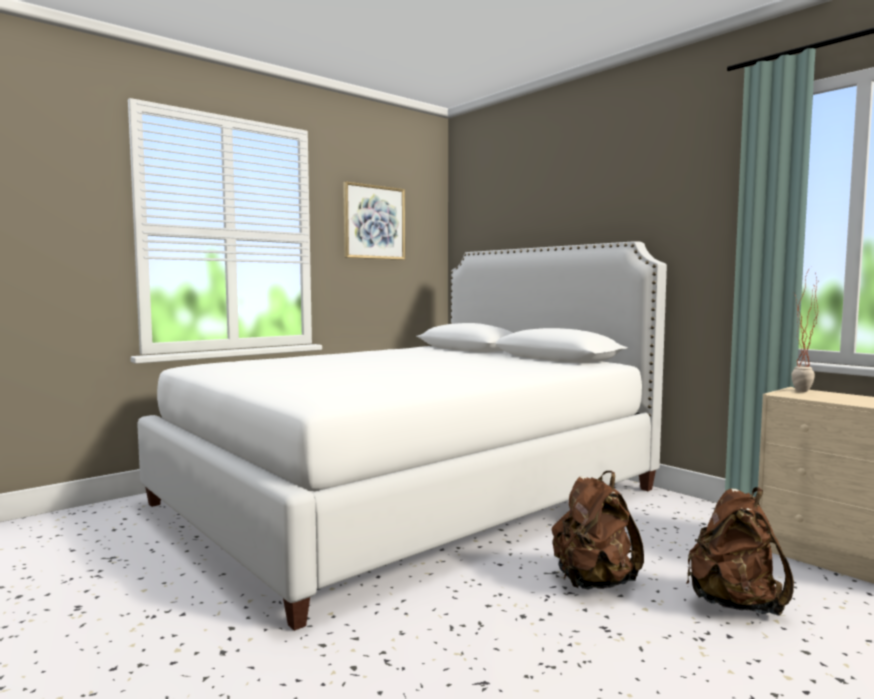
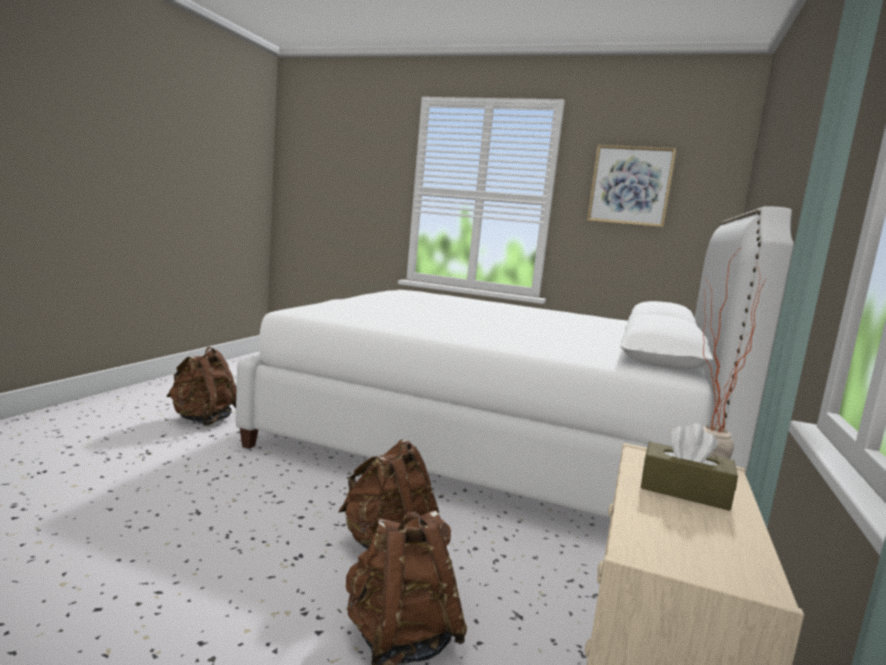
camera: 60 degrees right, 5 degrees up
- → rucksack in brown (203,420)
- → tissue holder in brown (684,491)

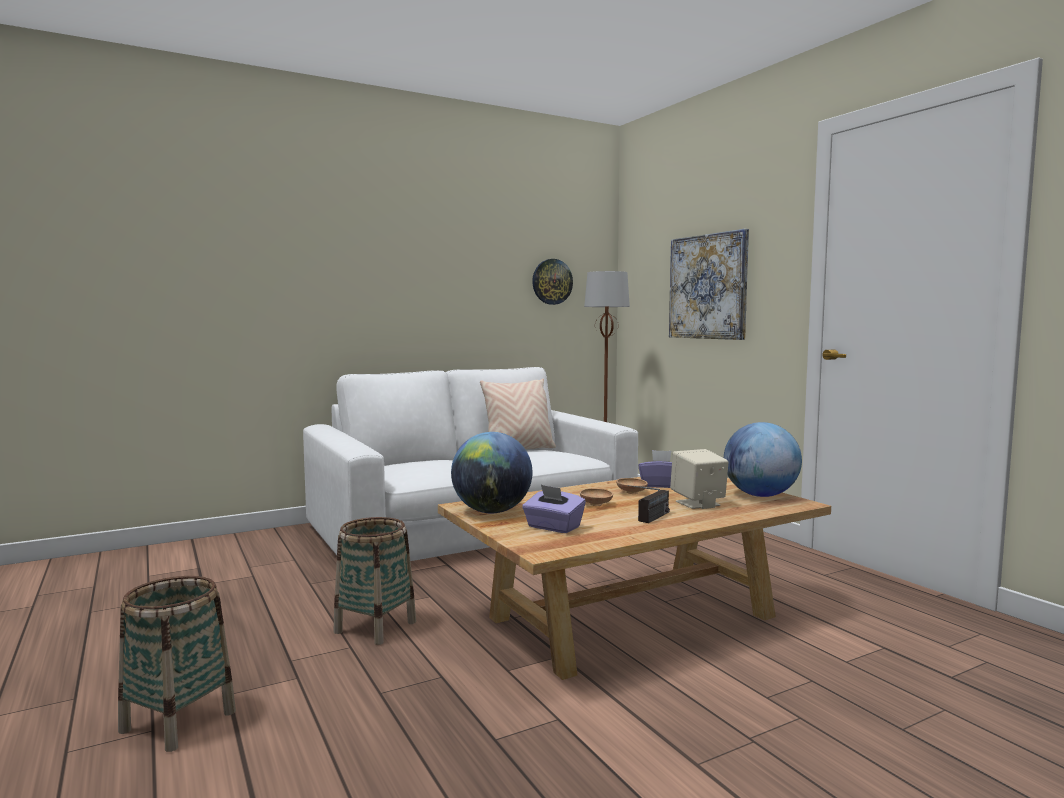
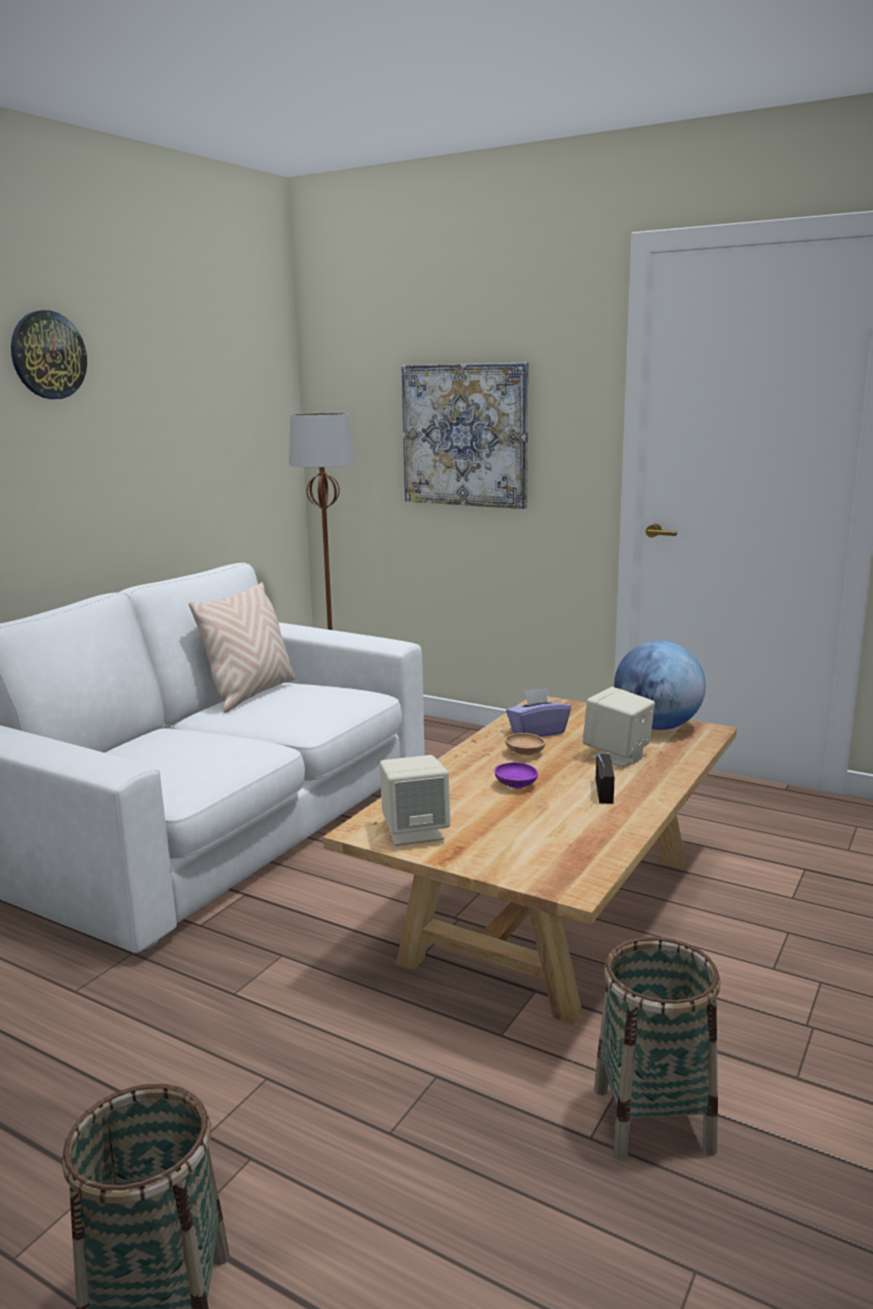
camera: 30 degrees left, 10 degrees up
tissue holder in purplish (553,527) → -
storage basket (375,627) → storage basket (652,1119), shifted
hanging clock (552,281) → hanging clock (48,355), shifted
world globe (492,511) → audio speaker in beige (415,832)
serving bowl in brown (596,504) → serving bowl in purplish (516,785)

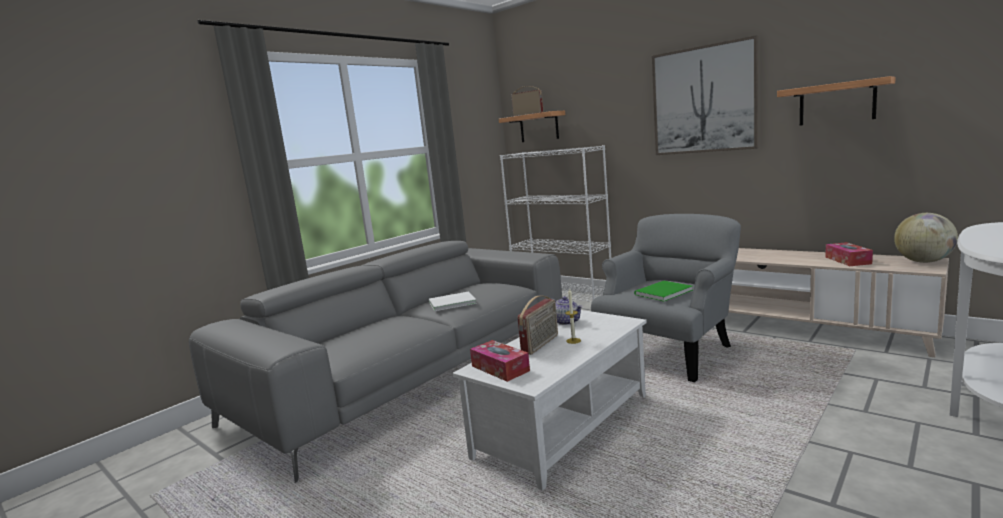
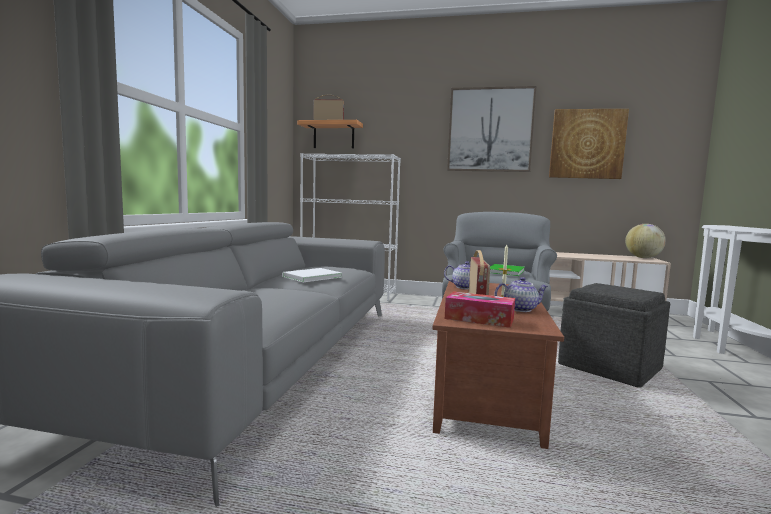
camera: 30 degrees left, 5 degrees down
tissue holder (847,260) → -
- → tea pot (520,309)
- → pouffe in greyish (610,367)
shelf (836,103) → wall picture (587,144)
low table in whitish (562,425) → low table in brown (484,388)

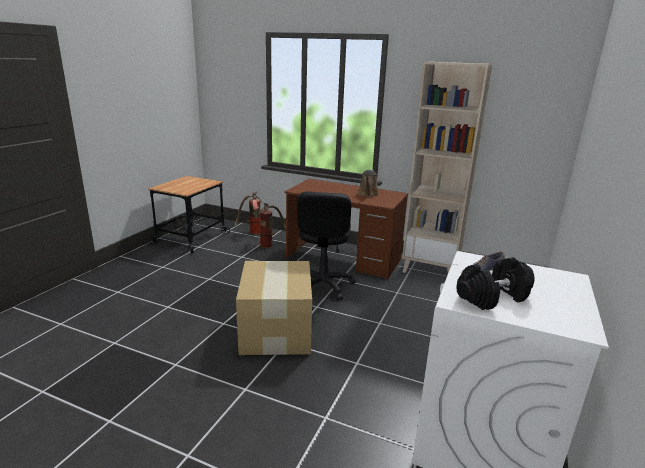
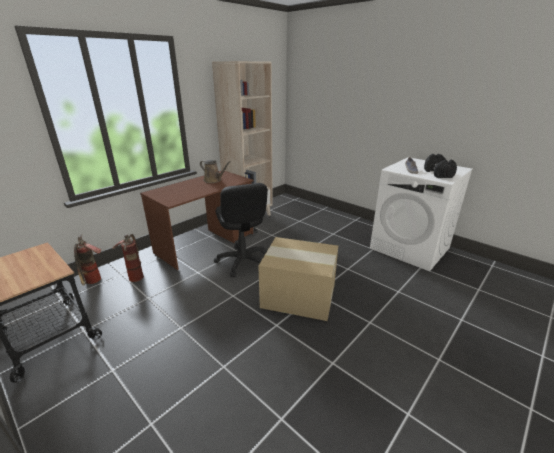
camera: 70 degrees left, 5 degrees up
office chair in black (322,285) → office chair in black (242,261), 45 degrees clockwise

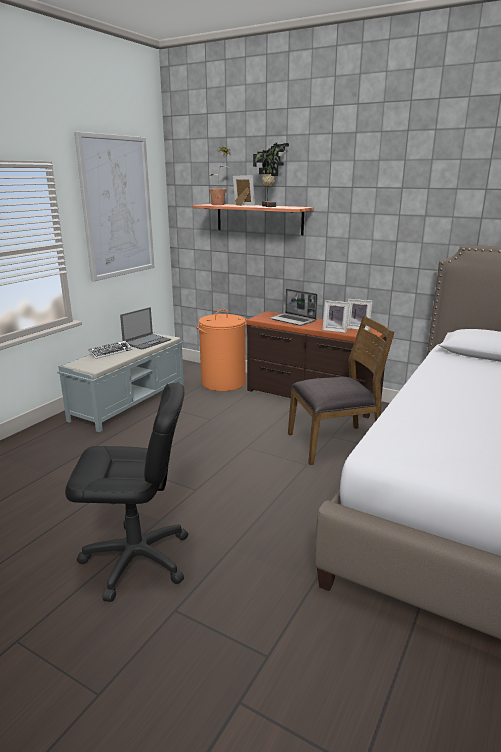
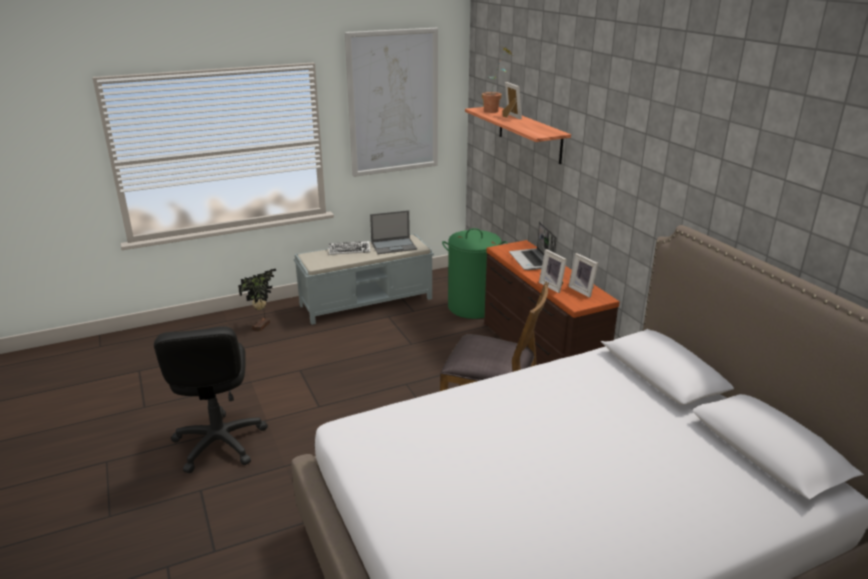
camera: 35 degrees right, 5 degrees up
houseplant (270,206) → houseplant (262,326), shifted
washing basket in orangey (223,382) → washing basket in green-coloured (473,307)
office chair in black (137,560) → office chair in black (219,443), 45 degrees clockwise

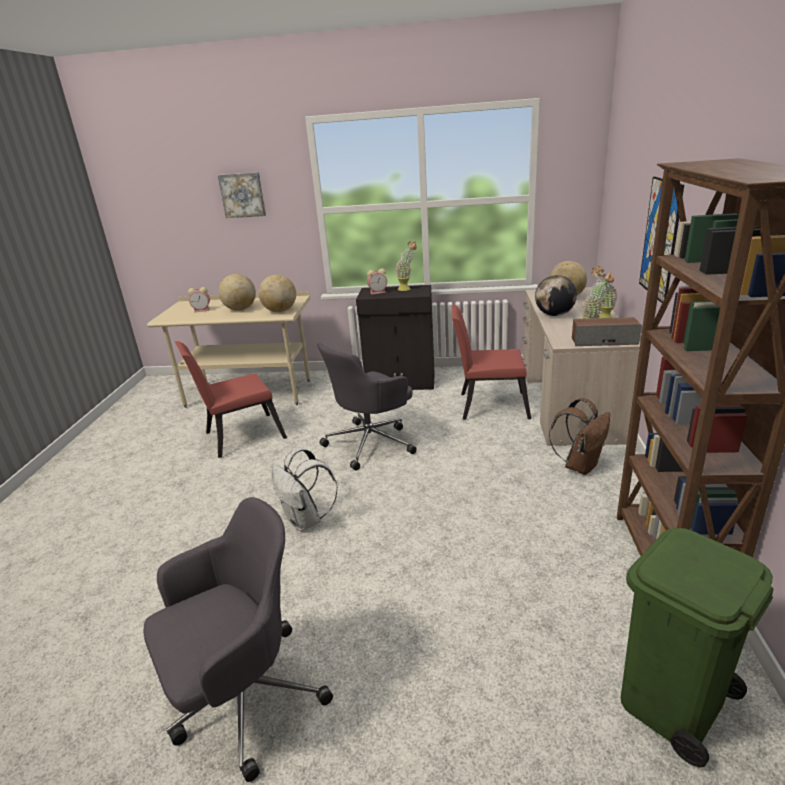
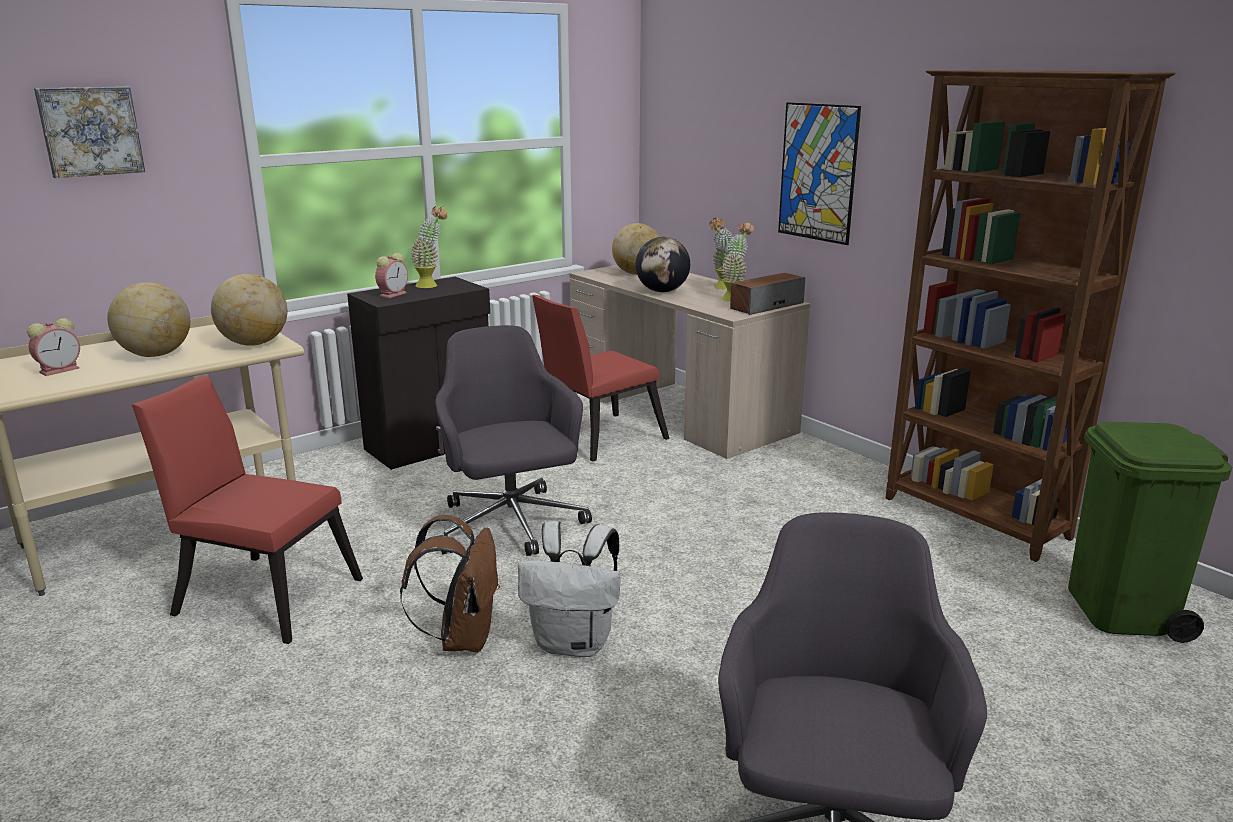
camera: 45 degrees left, 5 degrees down
rucksack in brown (580,465) → rucksack in brown (463,638), shifted
chair in reddish (239,436) → chair in reddish (262,594), 90 degrees clockwise
office chair in greyish (371,443) → office chair in greyish (511,526), 150 degrees clockwise

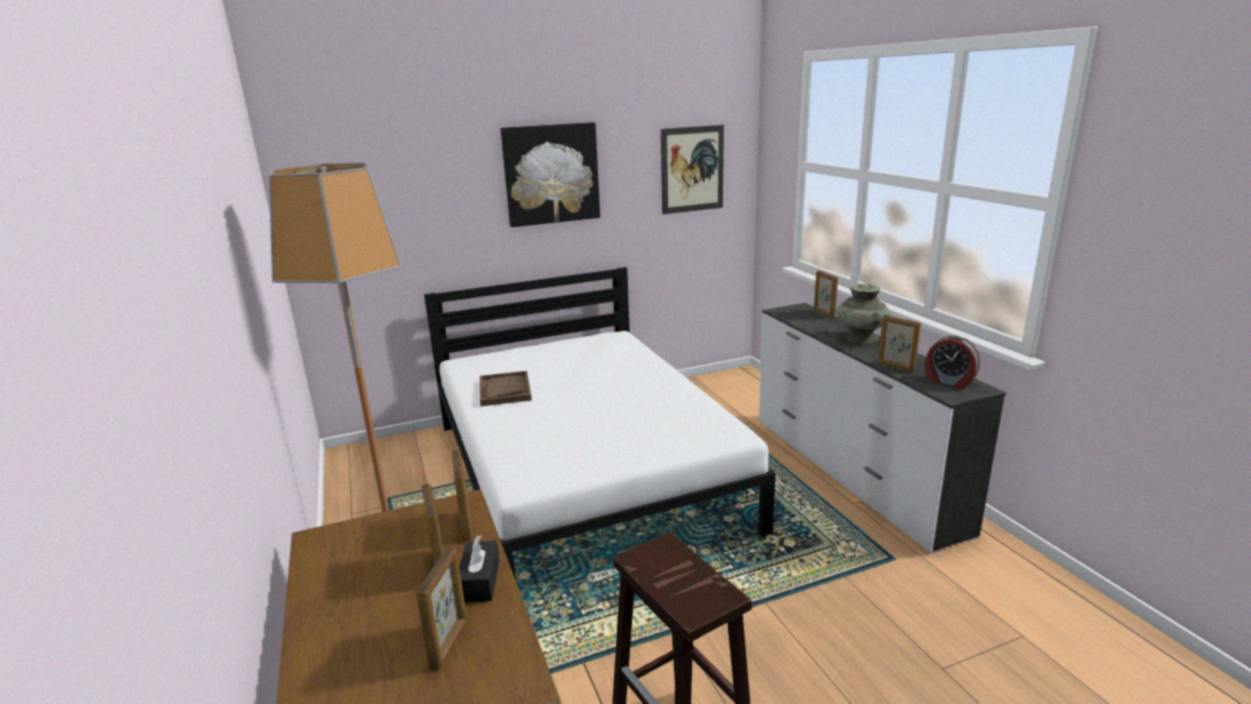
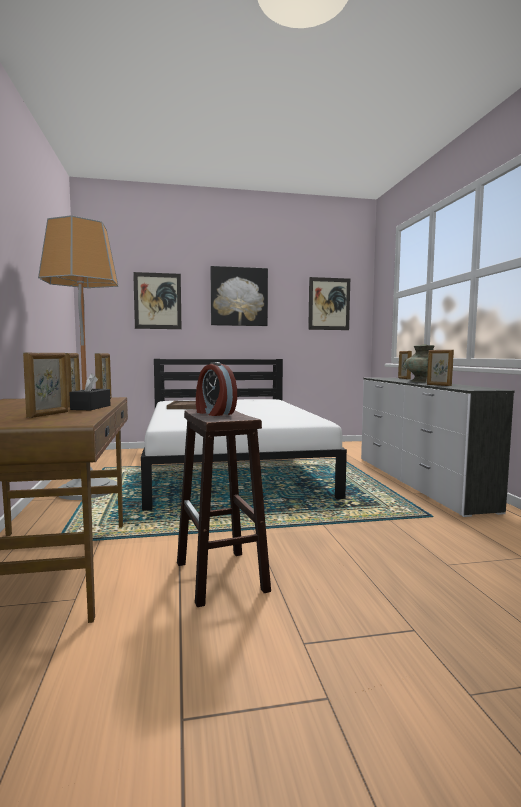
camera: 10 degrees right, 15 degrees down
- → wall picture (157,301)
bedside clock (948,382) → bedside clock (214,413), shifted

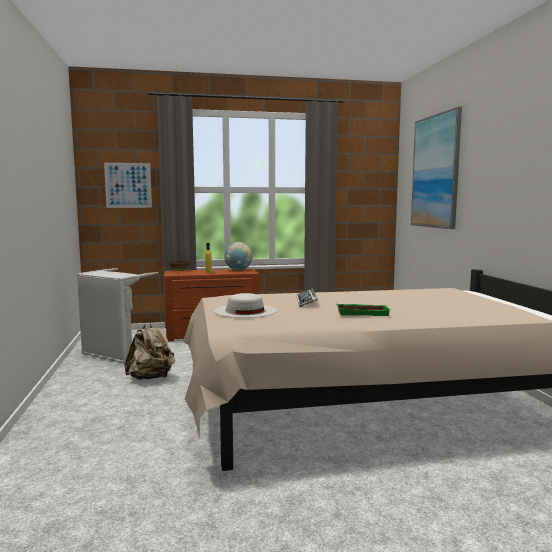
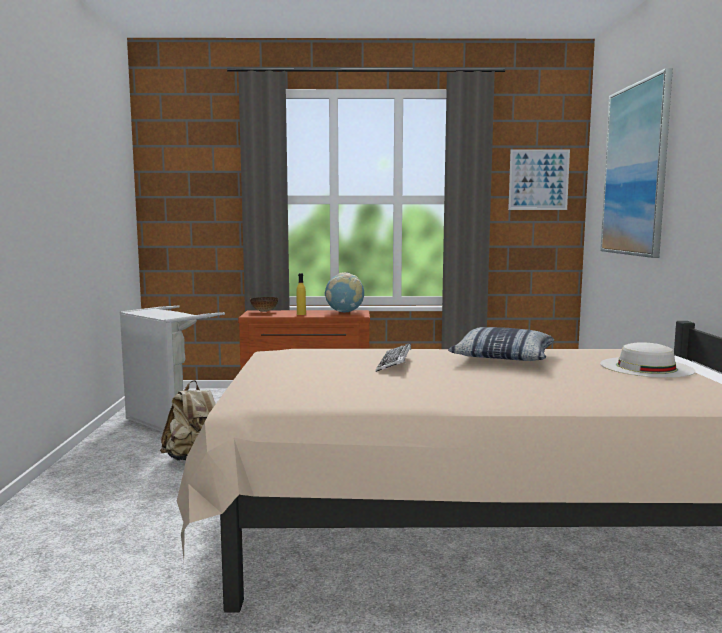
camera: 10 degrees right, 0 degrees up
serving tray in green-coloured (363,313) → -
- → pillow (502,358)
wall picture (128,185) → wall picture (538,179), shifted
clothing hat in whitish (245,311) → clothing hat in whitish (646,367), shifted

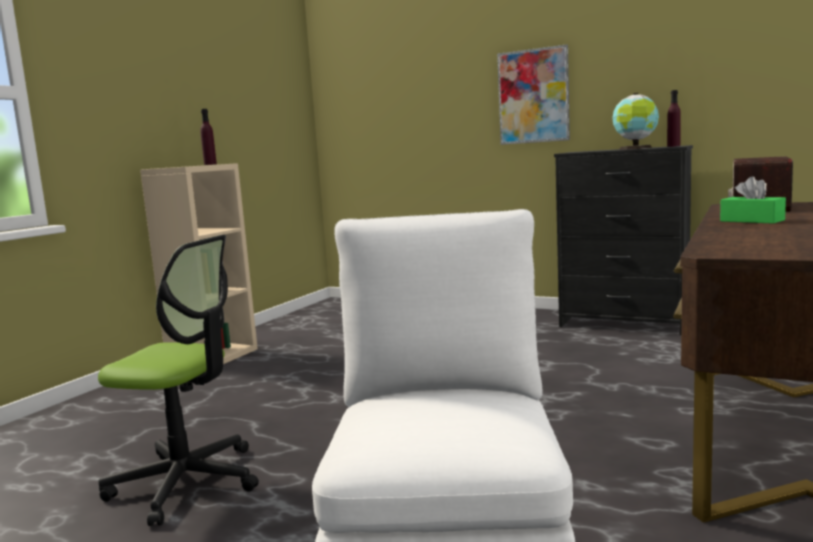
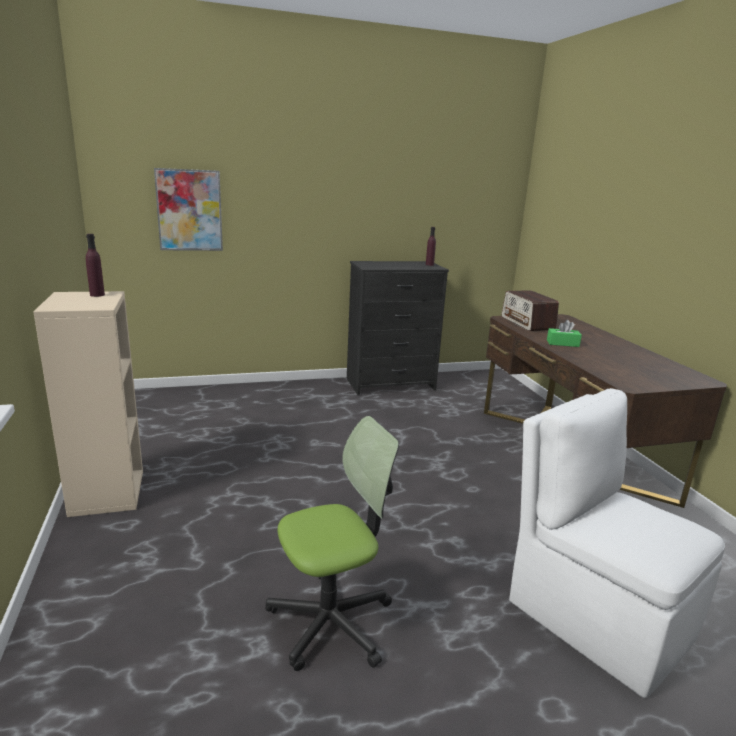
camera: 45 degrees left, 10 degrees up
world globe (635,148) → -
wall picture (533,96) → wall picture (189,210), shifted

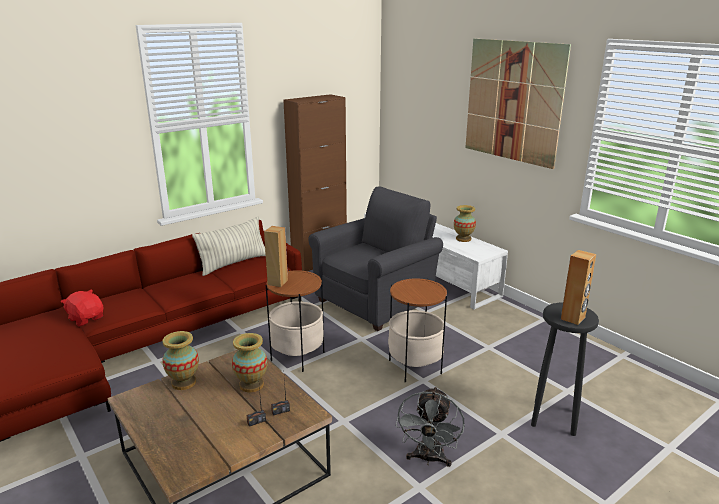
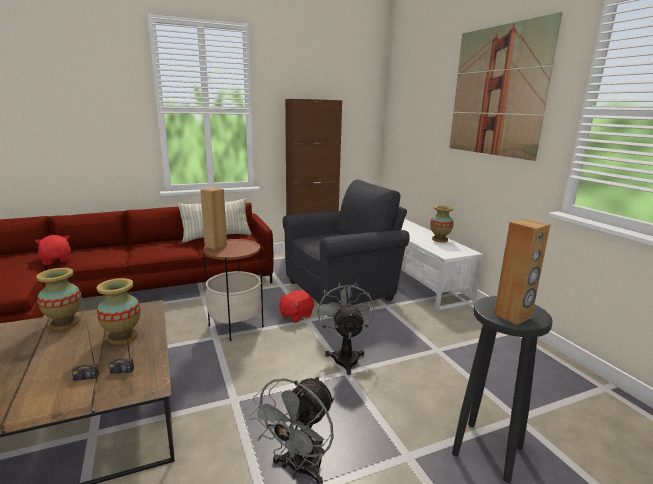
camera: 15 degrees right, 5 degrees down
- → plush toy in reddish (295,316)
accent table (415,367) → cooling fan in greyish (345,356)

